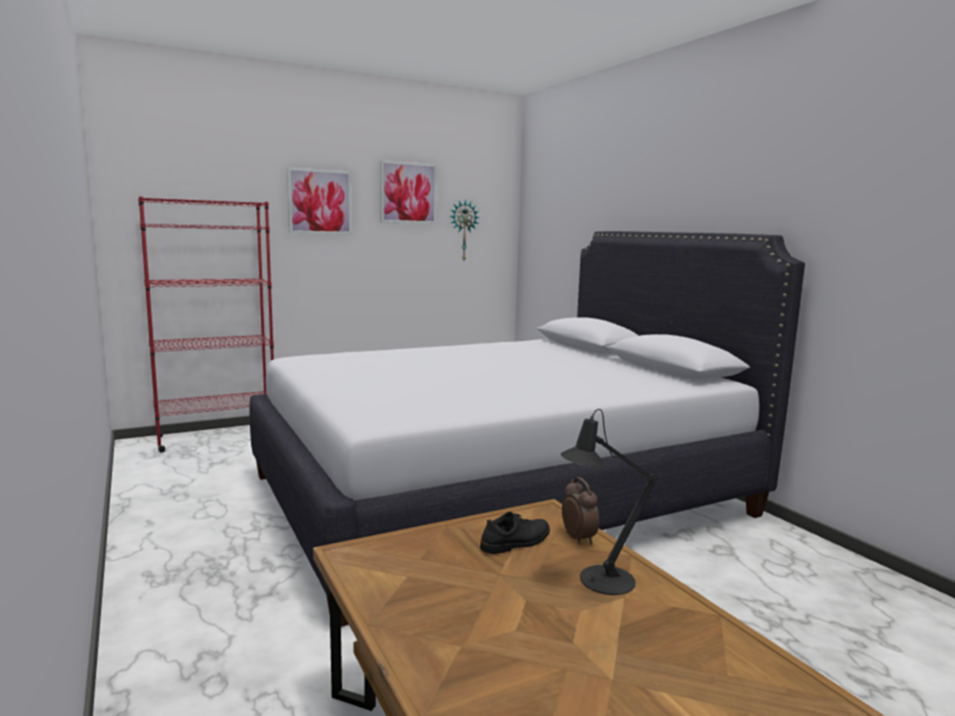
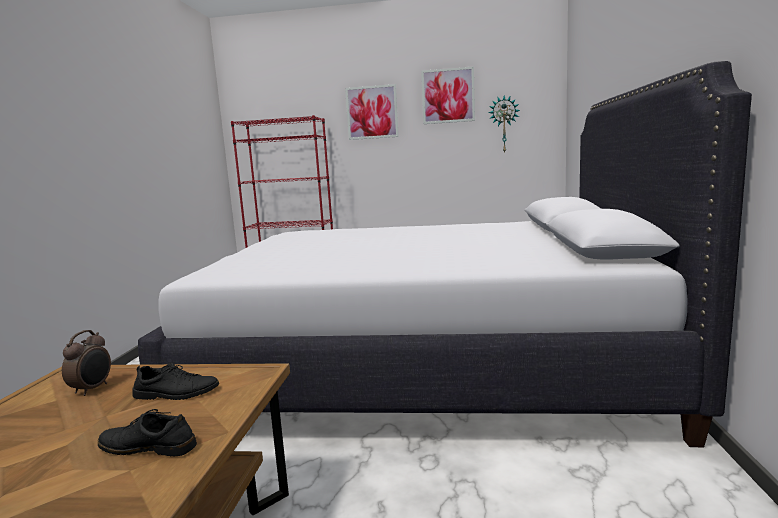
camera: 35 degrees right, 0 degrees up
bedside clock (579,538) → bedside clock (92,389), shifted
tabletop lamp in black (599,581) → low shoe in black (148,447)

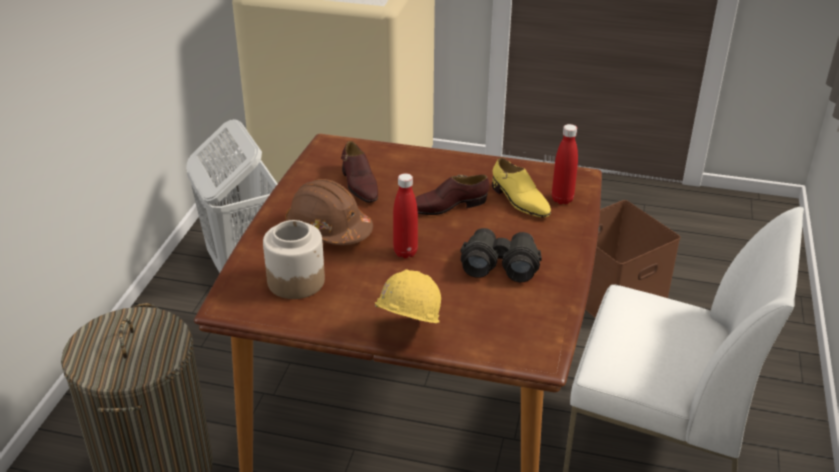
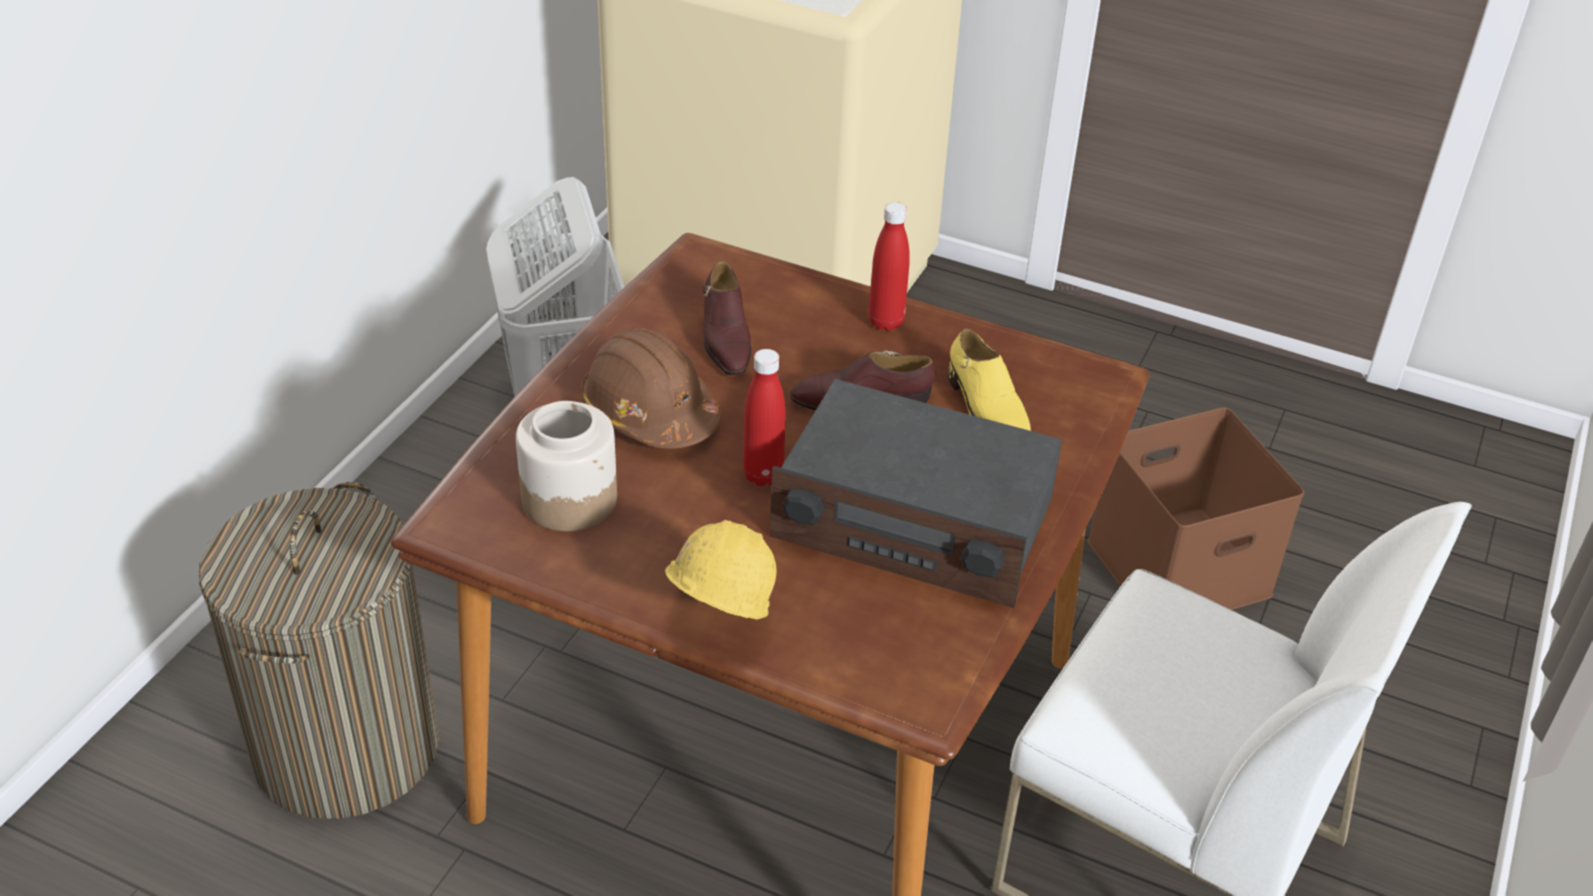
camera: 10 degrees right, 5 degrees up
bottle in reddish (562,199) → bottle in reddish (885,322), shifted
pair of binoculars in black (500,264) → radio receiver (914,522)

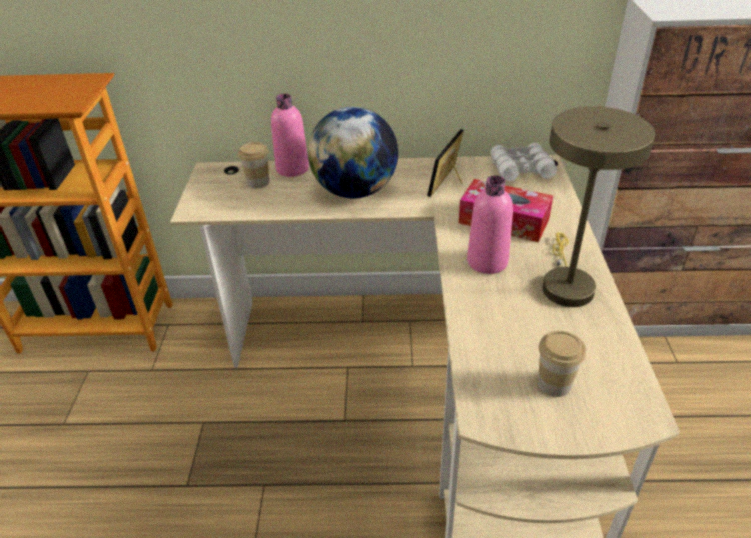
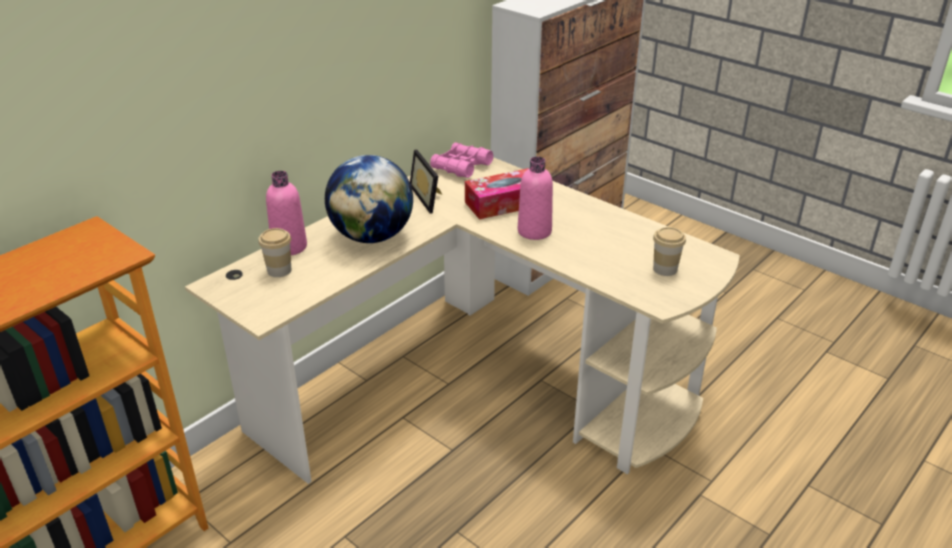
camera: 50 degrees left, 5 degrees down
tabletop lamp in beige (566,283) → -
pair of binoculars in whitish (521,169) → pair of binoculars in pinkish (461,167)

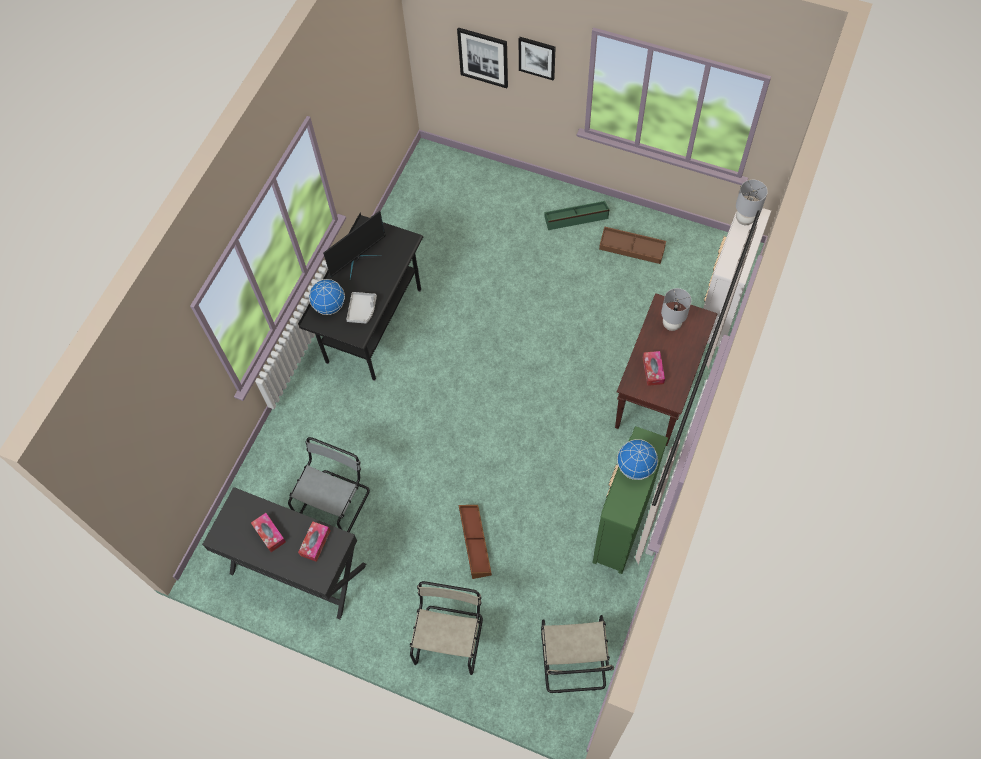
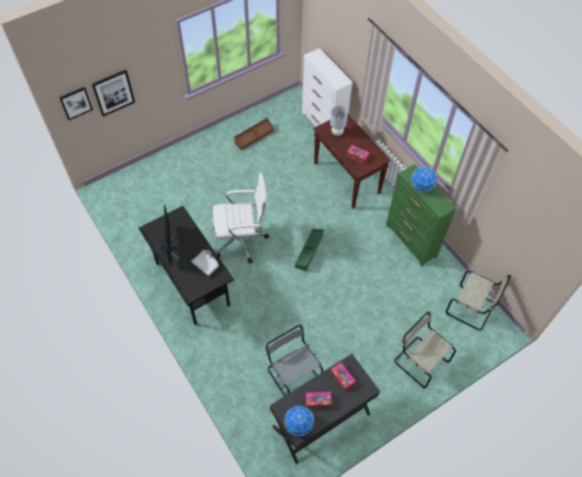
camera: 60 degrees left, 5 degrees down
storage box in brown (474,543) → -
tabletop lamp in greyish (744,219) → -
- → office chair in whitish (241,240)
world globe (329,306) → world globe (299,425), shifted
wall picture (537,57) → wall picture (76,103), shifted
storage box in green-coloured (576,218) → storage box in green-coloured (309,251), shifted

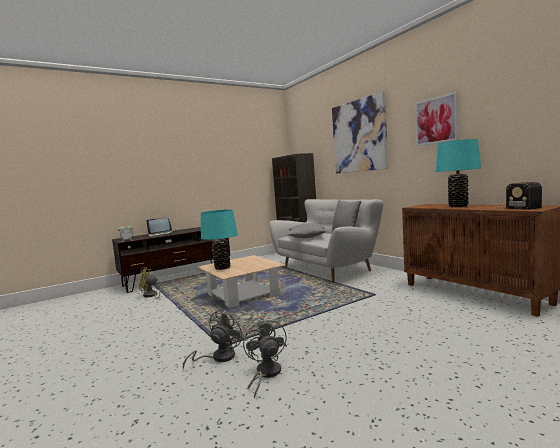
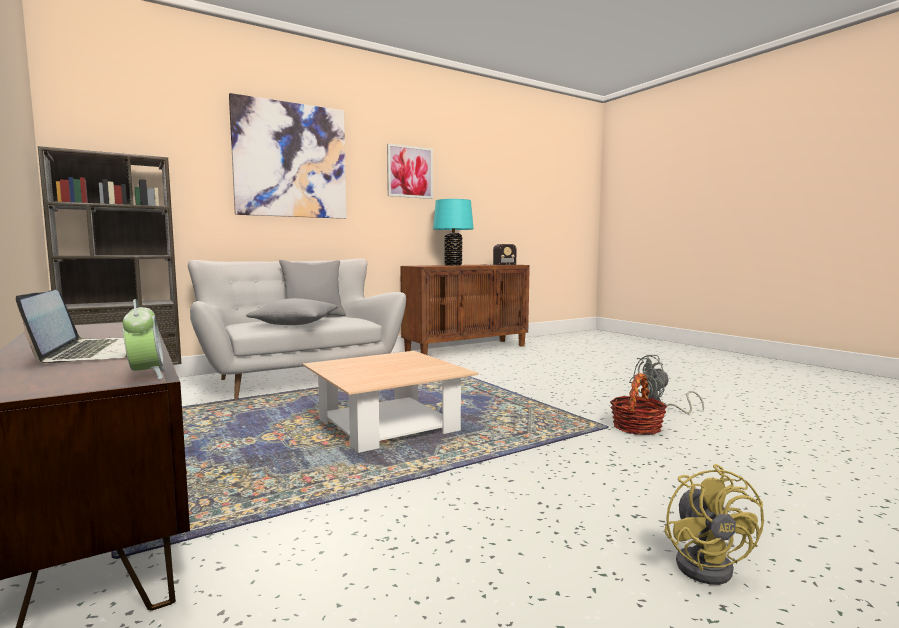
camera: 90 degrees left, 0 degrees up
tabletop lamp in turquoise (222,267) → -
cooling fan in yellowish (151,296) → cooling fan in yellowish (708,564), shifted
cooling fan in greyish (218,357) → storage basket (637,427)

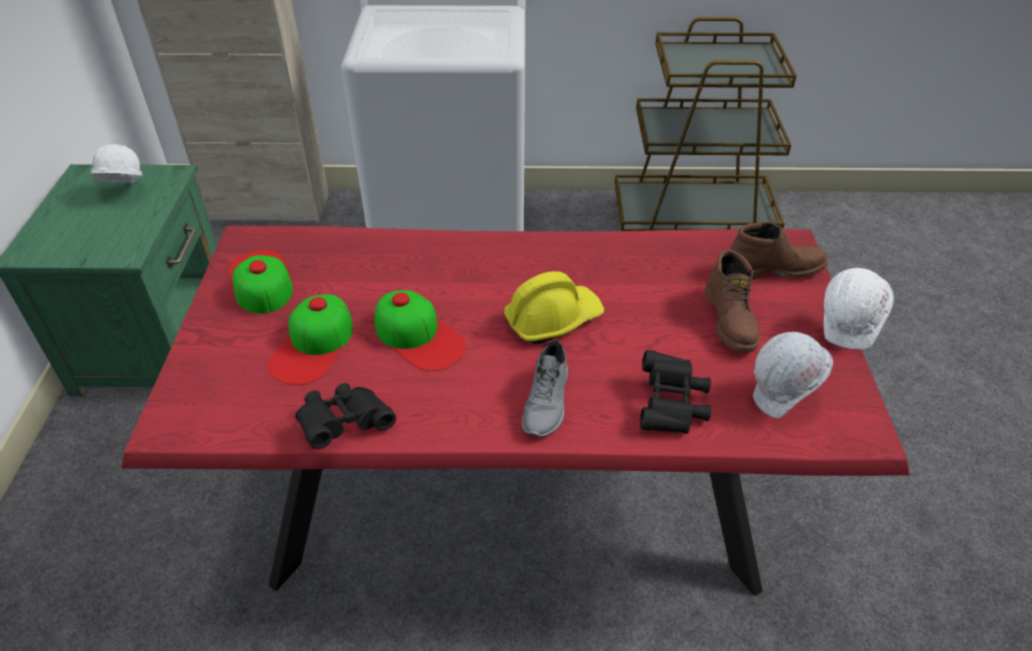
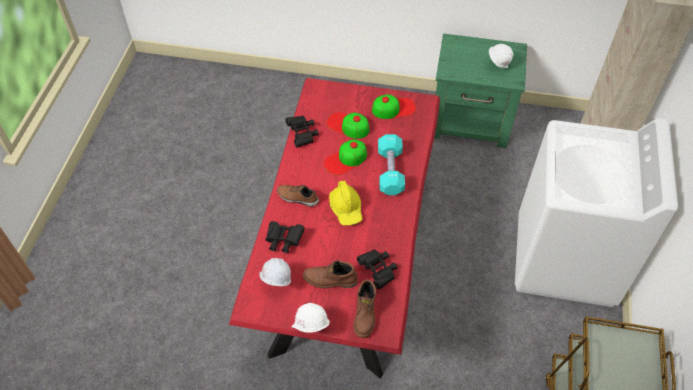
camera: 100 degrees right, 10 degrees up
- → pair of binoculars in black (378,271)
- → hand weight in turquoise (390,171)
low shoe in greyish (547,402) → low shoe in brown (297,198)

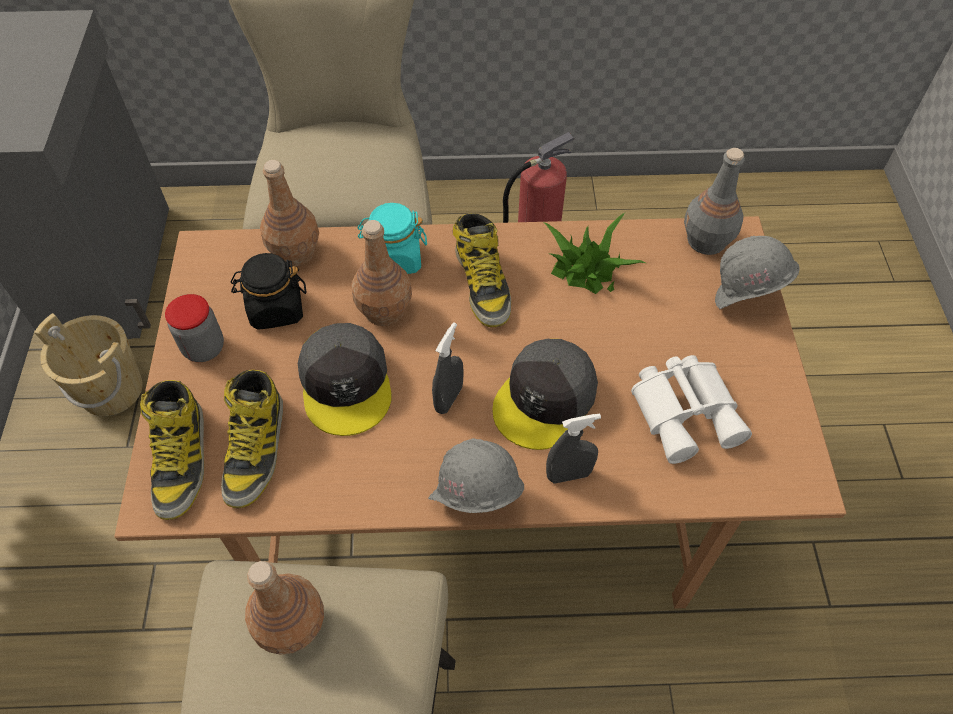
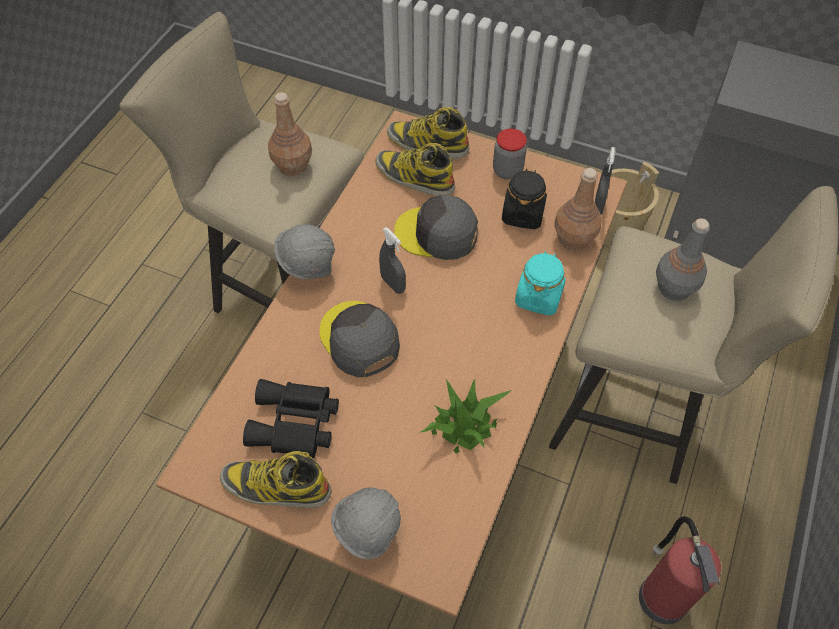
camera: 115 degrees right, 0 degrees up
bottle in brown (385,310) → -
tall boot (483,284) → tall boot (275,487), shifted
spray bottle in greyish (568,475) → spray bottle in greyish (598,206), shifted
bottle in greyish (706,241) → bottle in greyish (673,287), shifted
pair of binoculars in whitish (686,411) → pair of binoculars in black (295,425)

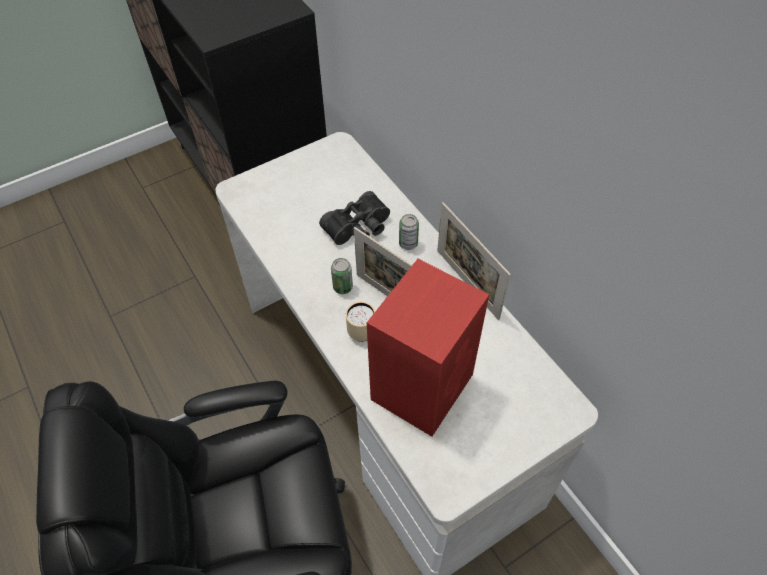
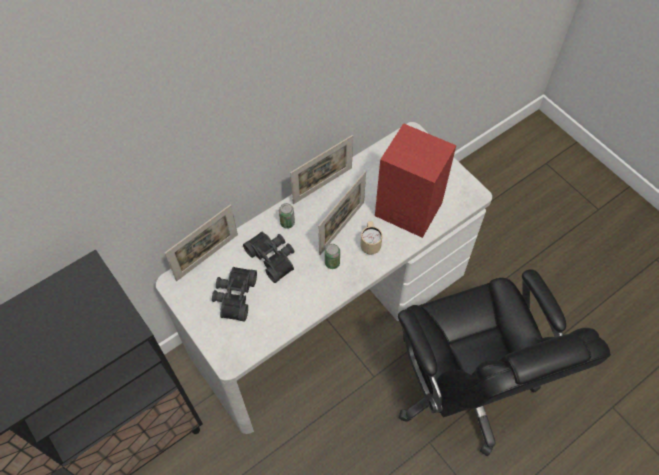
camera: 95 degrees left, 5 degrees up
- → standing frame (207,257)
- → pair of binoculars in black (234,296)

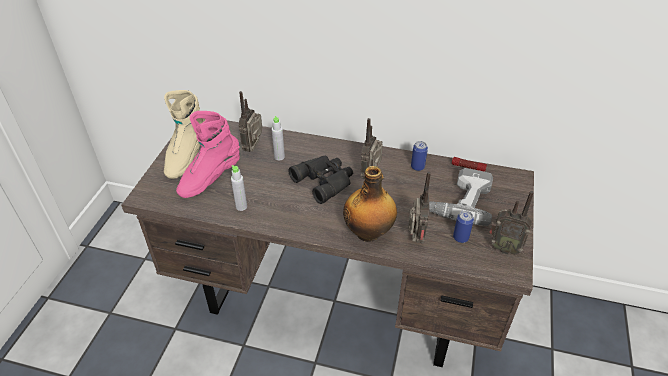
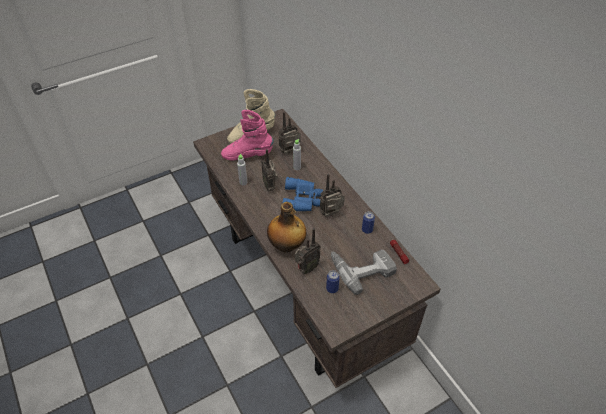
camera: 45 degrees right, 5 degrees up
radio receiver (503,247) → radio receiver (270,186), shifted
pair of binoculars in black (325,180) → pair of binoculars in bluish (303,199)

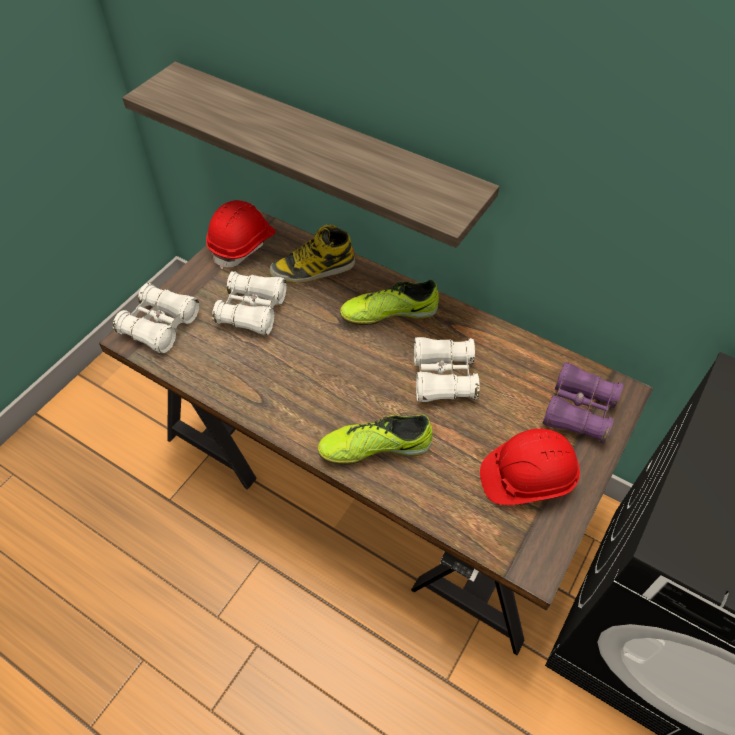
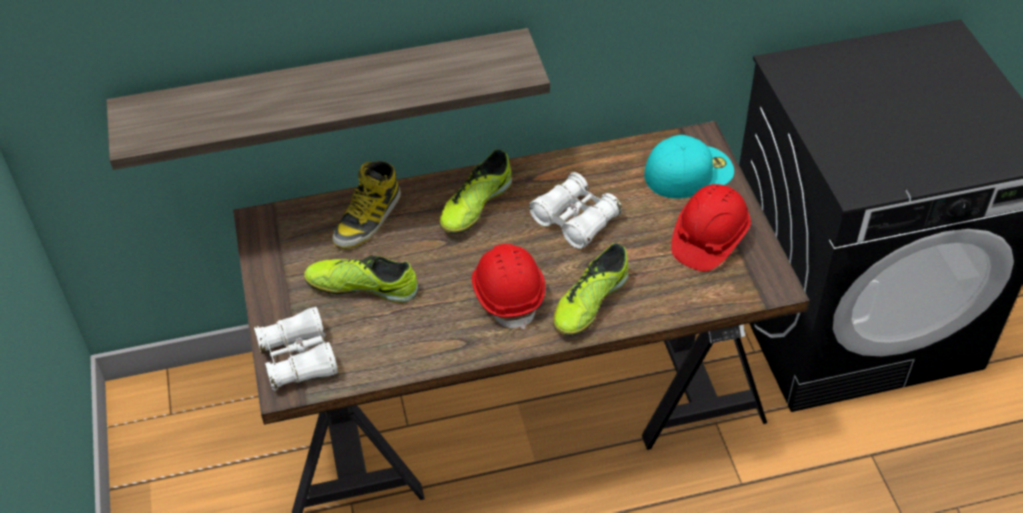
camera: 45 degrees left, 5 degrees down
safety helmet in reddish (243,245) → safety helmet in reddish (508,294), shifted
pair of binoculars in whitish (252,310) → low shoe (362,287)
pair of binoculars in purplish (578,410) → baseball cap in turquoise (689,171)

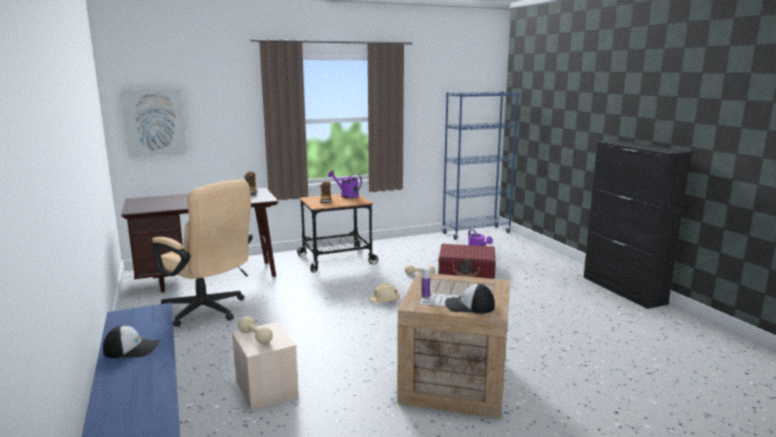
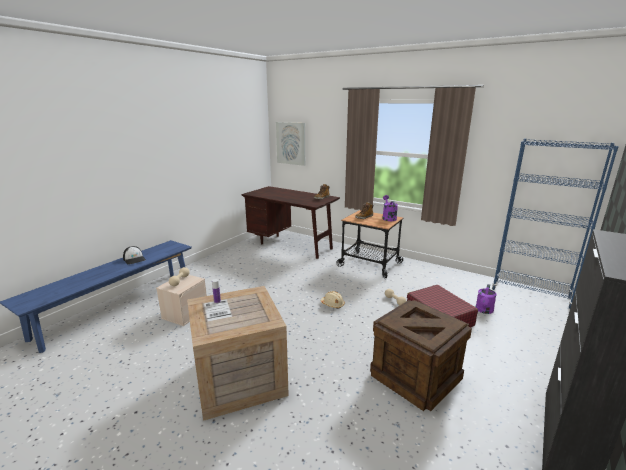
camera: 55 degrees right, 5 degrees up
office chair in beige (208,311) → -
baseball cap (469,306) → -
- → packing crate (416,376)

